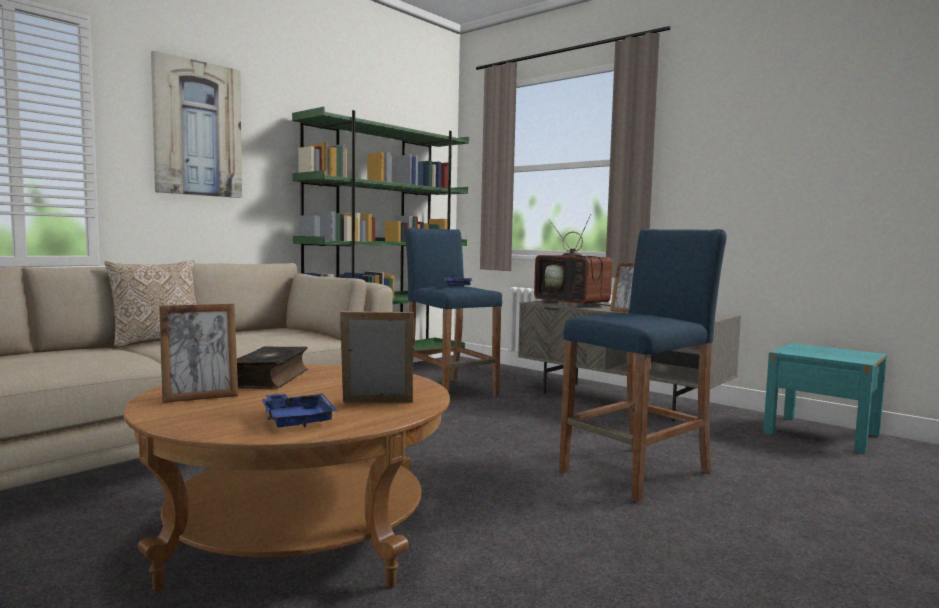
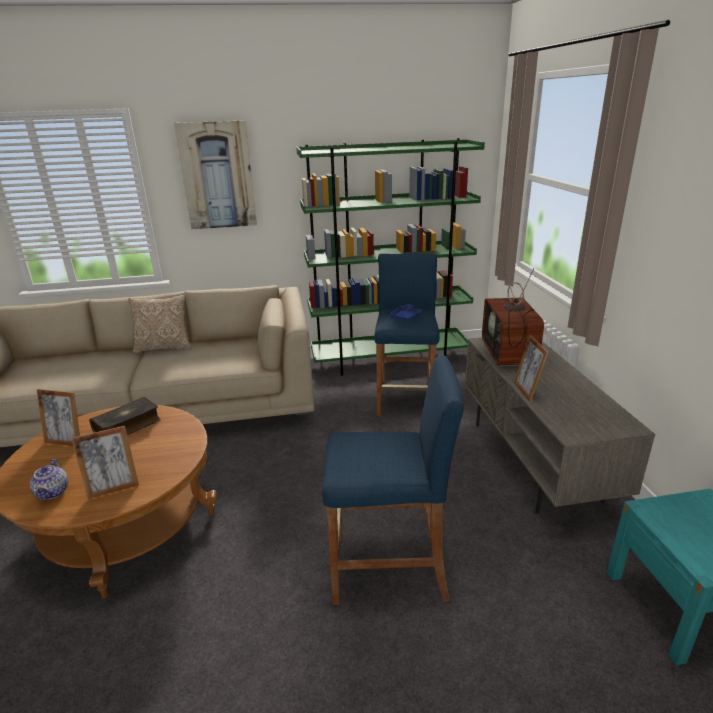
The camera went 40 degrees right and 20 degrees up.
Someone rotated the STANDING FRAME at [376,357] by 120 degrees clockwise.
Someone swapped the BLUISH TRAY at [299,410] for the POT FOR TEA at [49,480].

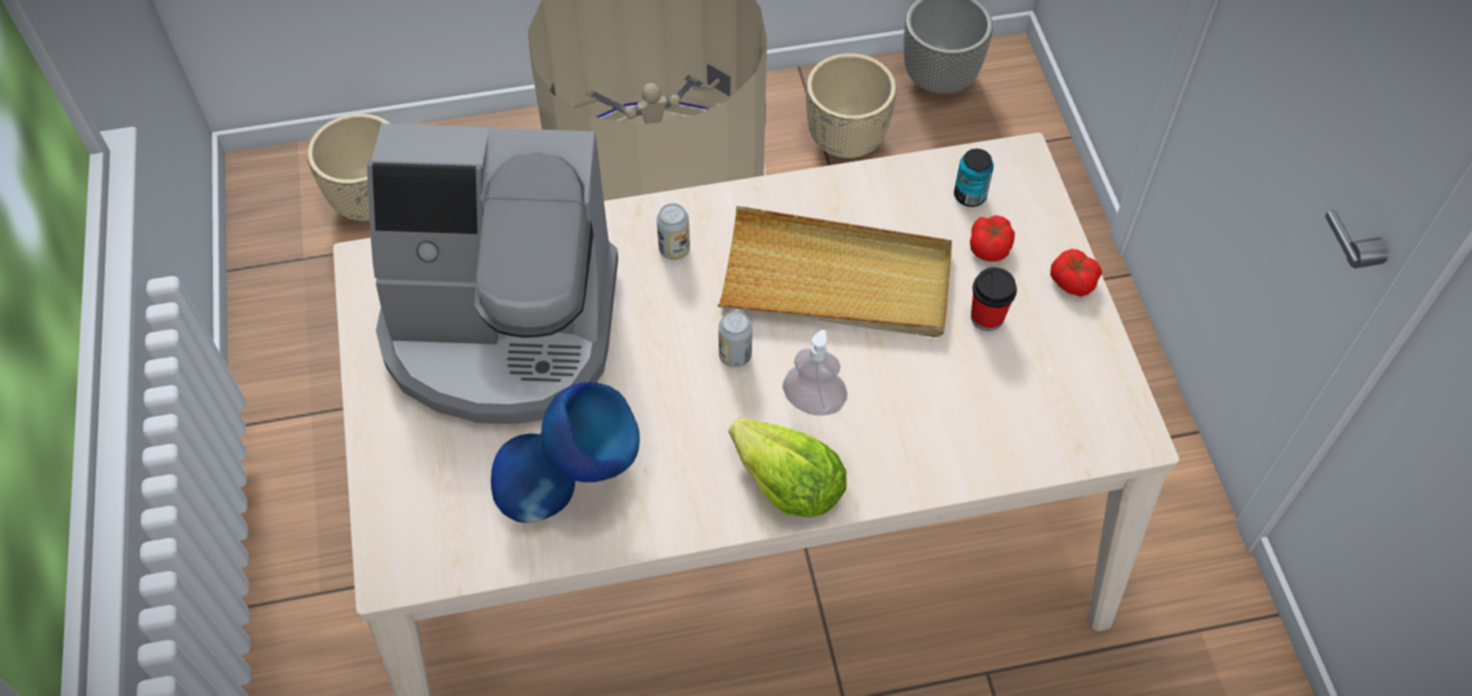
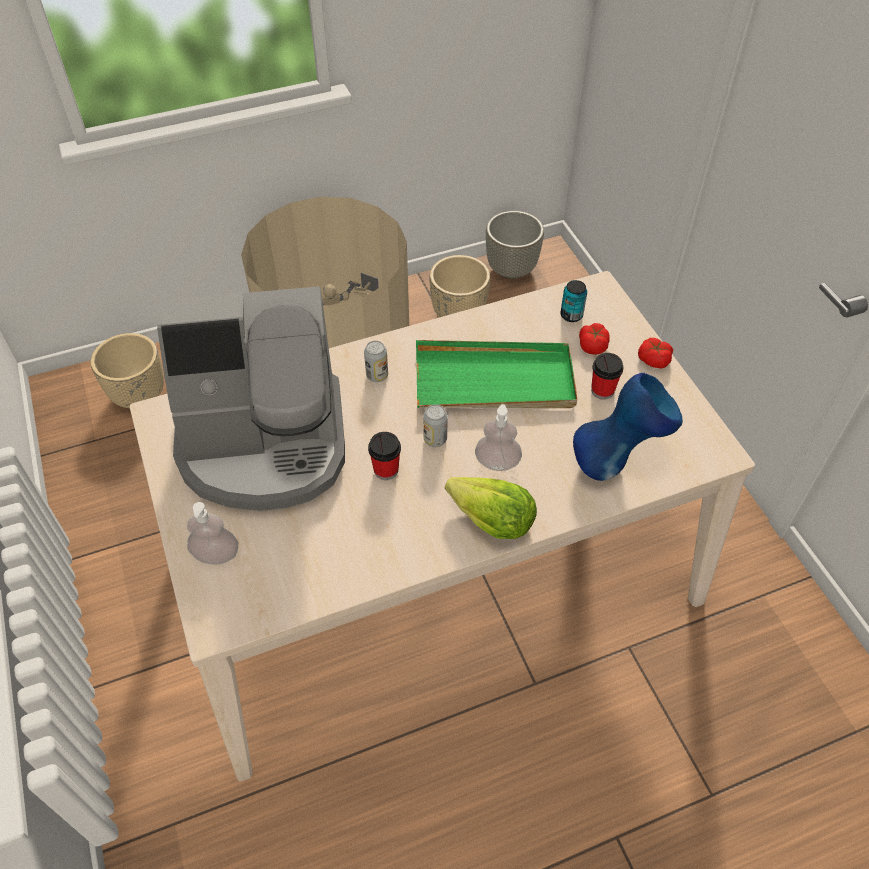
The camera went 10 degrees left and 5 degrees down.
Someone repainted the SAND-COLOURED TRAY at [835,271], which became the GREEN-COLOURED TRAY at [496,374].
Someone carried the BLUISH VASE from [565,452] to [628,427].
Someone put down the SMALL CUP at [384,456].
Someone put down the LIQUID SOAP BOTTLE at [212,533].

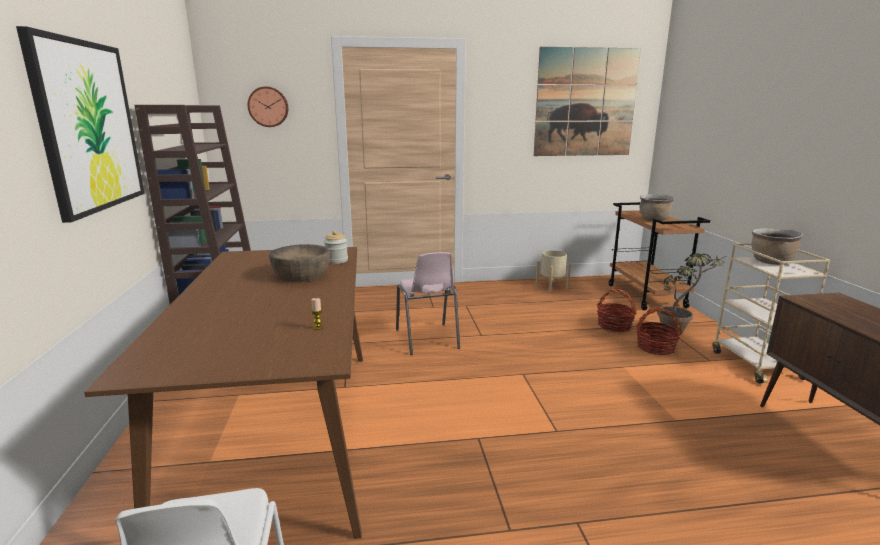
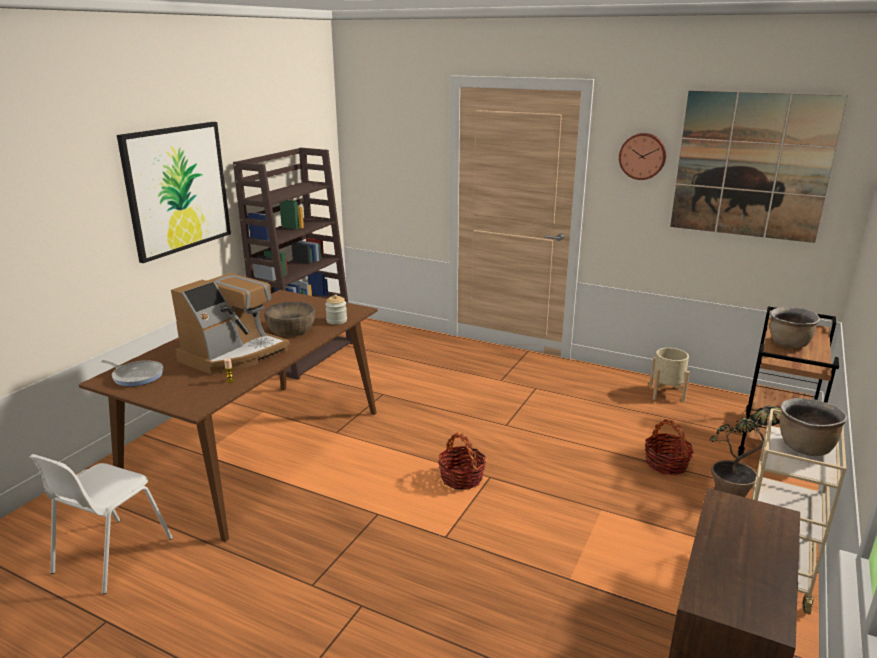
The camera went 35 degrees right and 5 degrees up.
Someone carried the WALL CLOCK from [268,106] to [642,156].
Someone took away the PINKISH PLAIN CHAIR at [428,303].
Someone carried the HOUSEHOLD BASKET from [659,331] to [462,461].
Someone put down the COFFEE MAKER at [230,324].
Someone put down the FRYING PAN at [132,373].

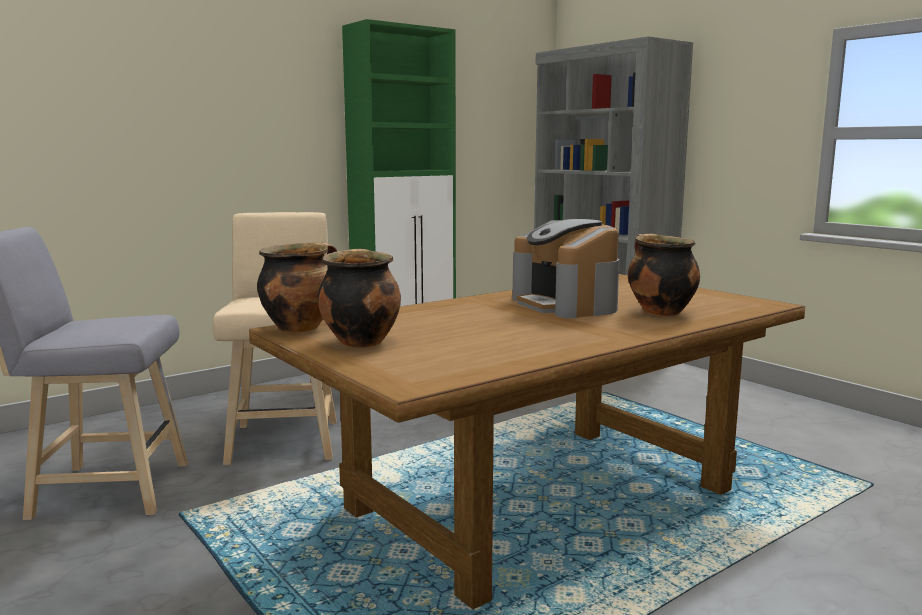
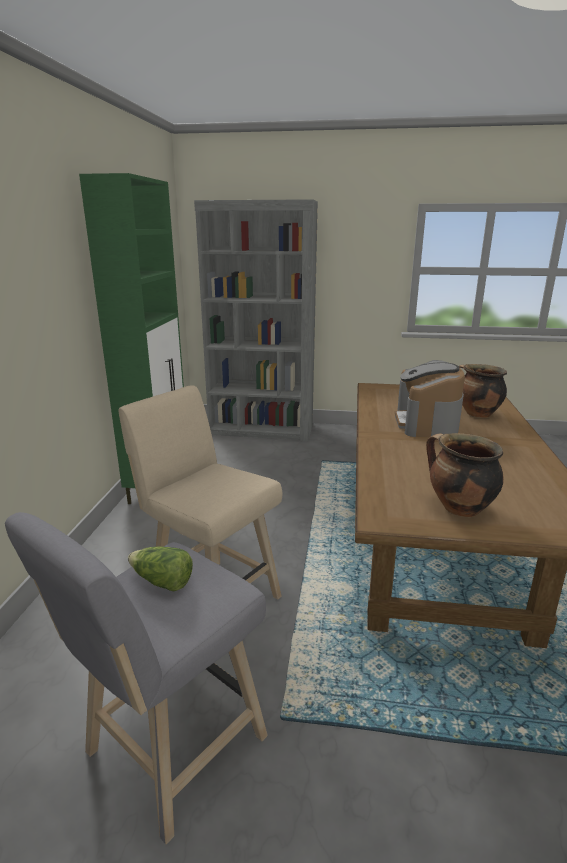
The camera went 45 degrees left and 10 degrees up.
Someone rotated the COFFEE MAKER at [565,268] by 75 degrees clockwise.
Someone took away the COOKING POT at [297,287].
Someone put down the LETTUCE HEAD at [160,568].

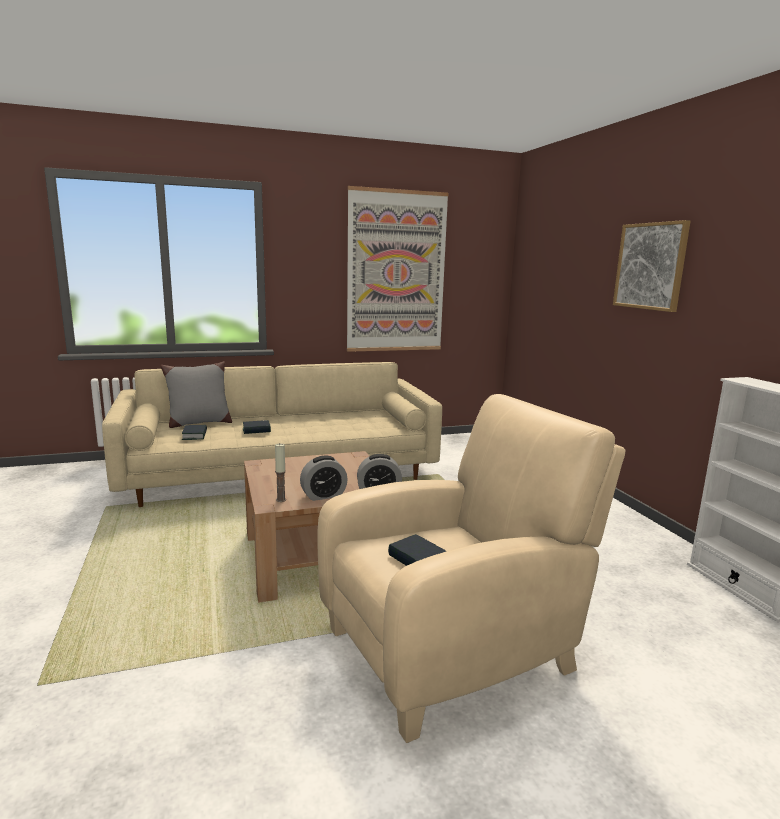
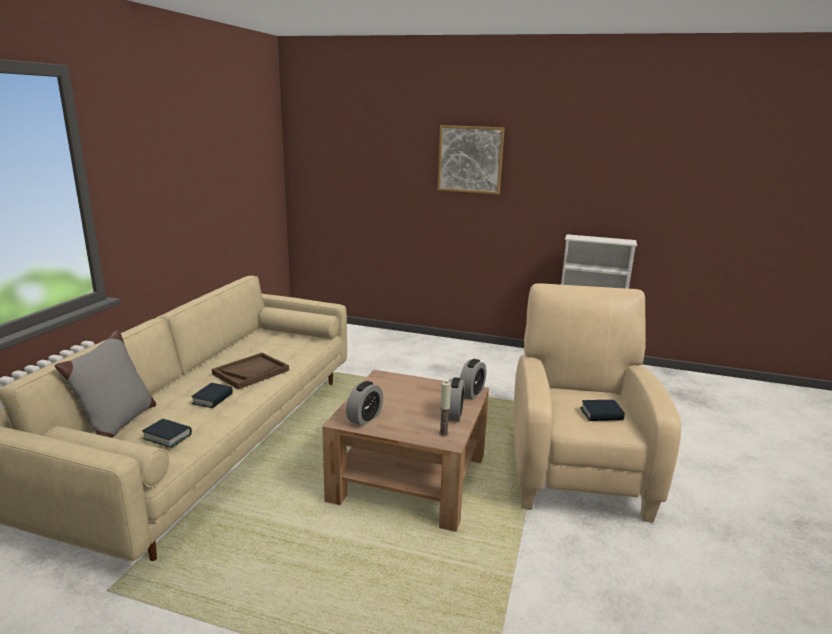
The camera went 55 degrees left and 5 degrees up.
Someone took away the WALL ART at [398,269].
Someone put down the BROWNISH TRAY at [250,371].
Someone put down the ALARM CLOCK at [364,403].

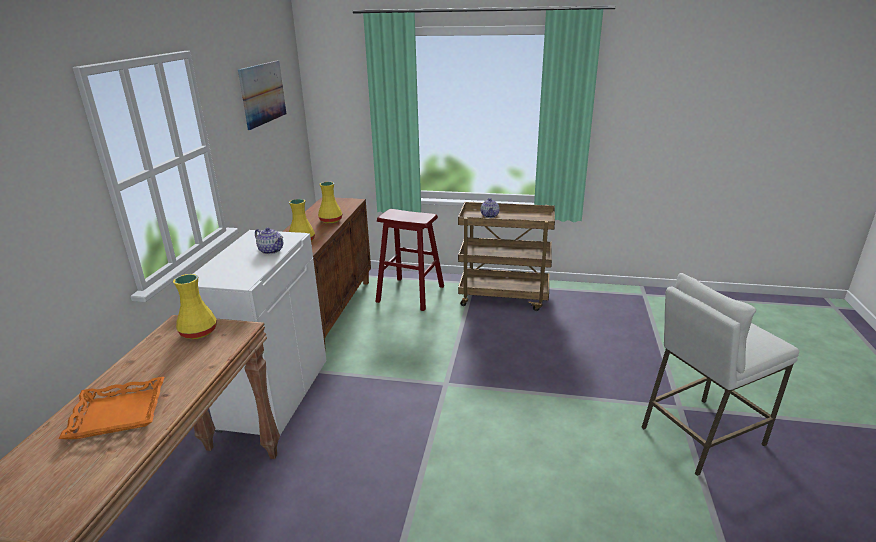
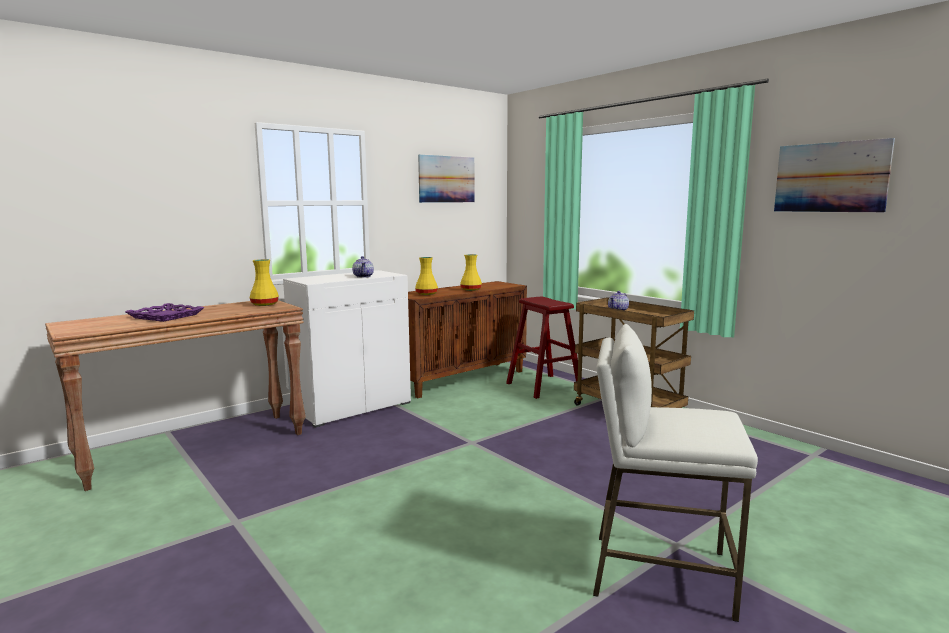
The camera went 40 degrees right and 15 degrees down.
Someone repainted the ORANGEY TRAY at [111,408], which became the PURPLE TRAY at [165,312].
Someone put up the WALL ART at [834,175].

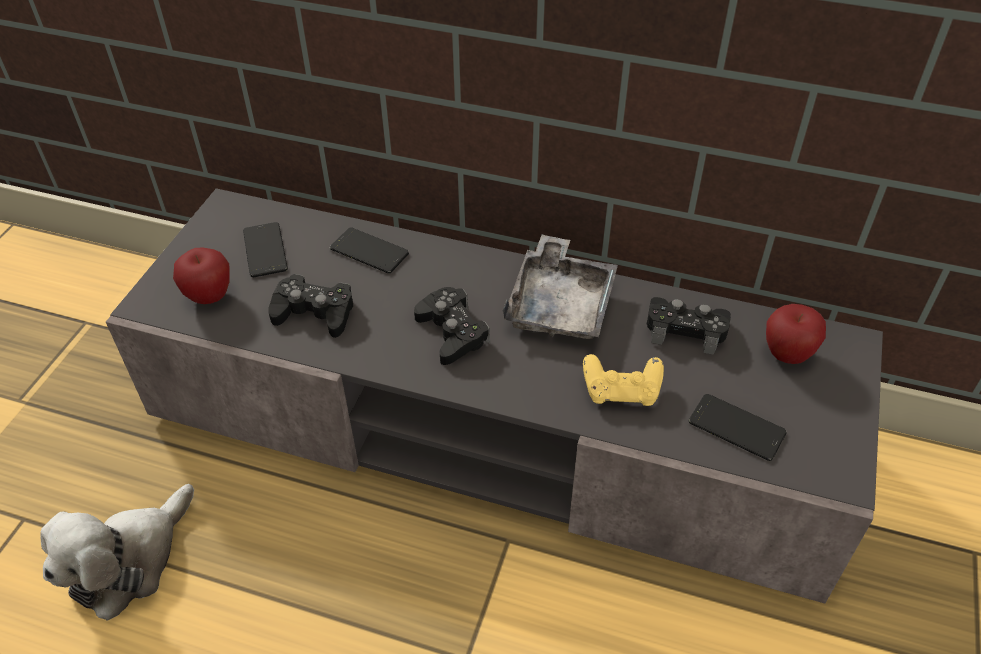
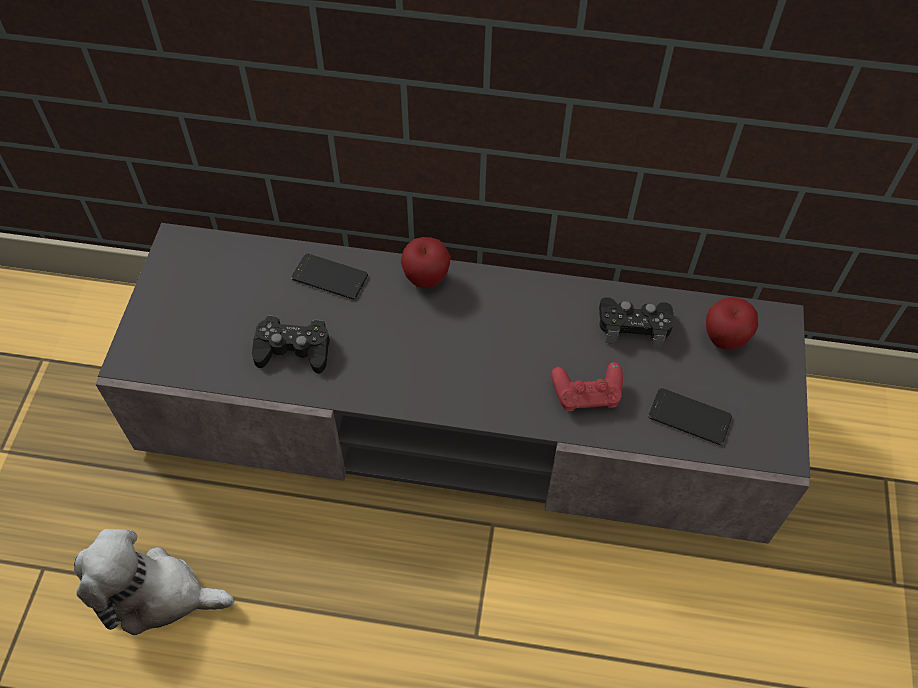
The camera went 10 degrees left and 10 degrees up.
Someone took away the PHONE at [265,249].
Someone took away the GREY TRAY at [560,287].
Someone carried the APPLE FRUIT from [201,275] to [426,262].
Someone took away the BLACK-COLOURED JOYPAD at [452,326].
Someone repainted the YELLOWISH JOYPAD at [623,380], which became the RED JOYPAD at [587,386].
Someone rotated the CUDDLY TOY at [117,552] by 75 degrees clockwise.

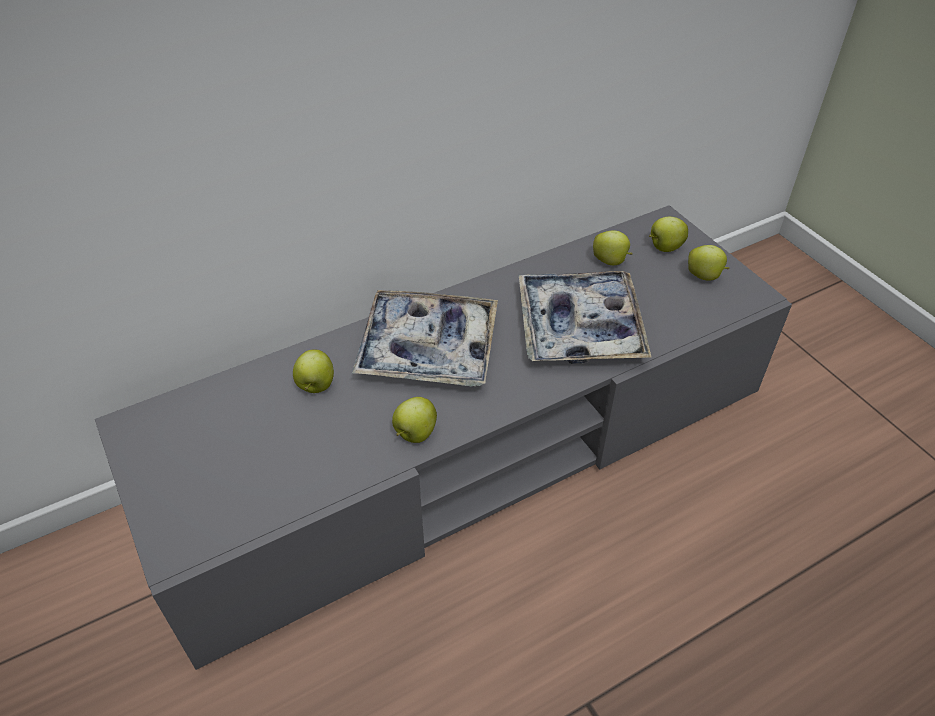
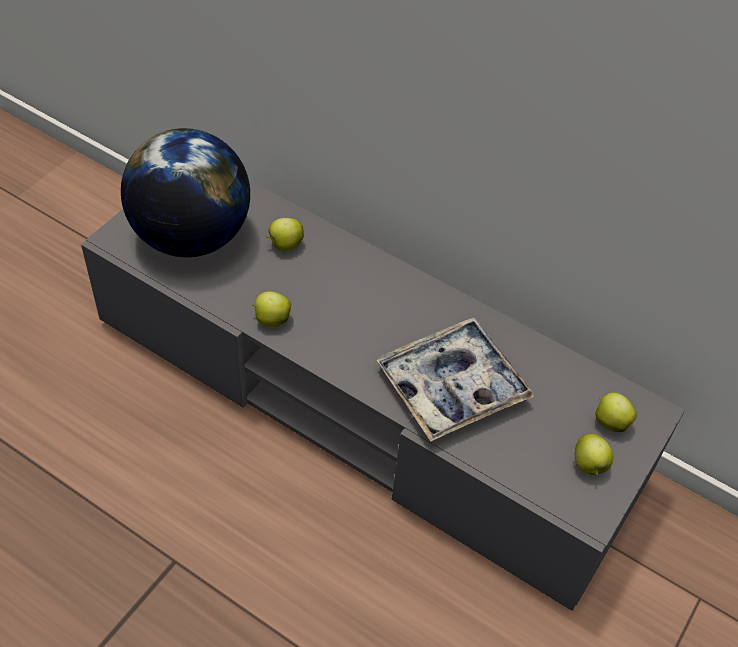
The camera went 60 degrees right and 5 degrees up.
Someone took away the APPLE FRUIT at [613,247].
Someone took away the TRAY at [425,338].
Someone put down the GLOBE at [185,192].

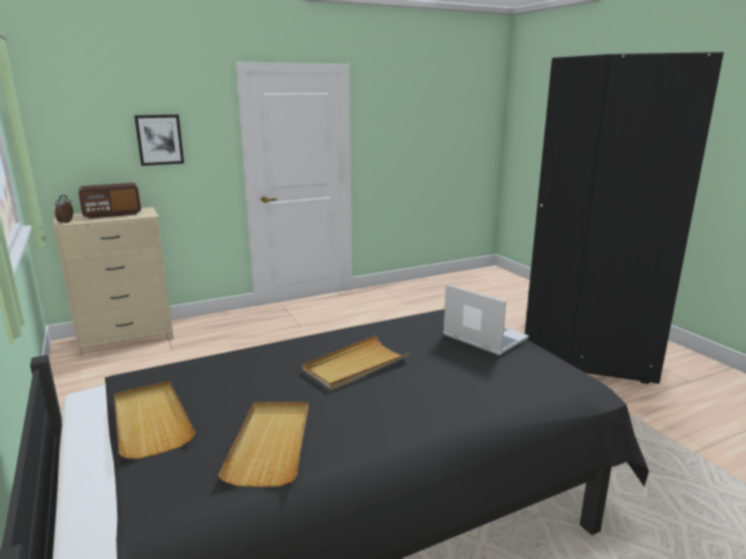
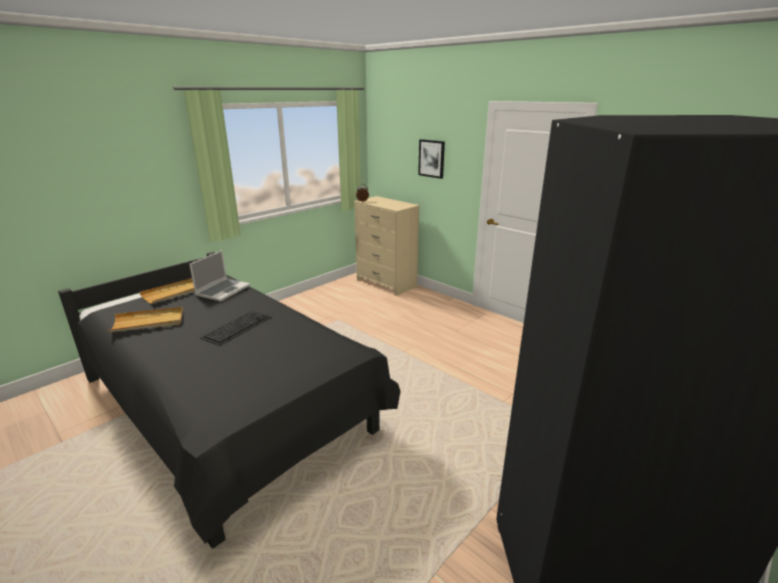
The camera went 70 degrees right and 5 degrees up.
Someone took away the RADIO at [110,201].
Someone carried the NOTEBOOK COMPUTER from [486,319] to [219,276].
Someone swapped the SAND-COLOURED TRAY at [356,362] for the KEYBOARD at [236,328].

